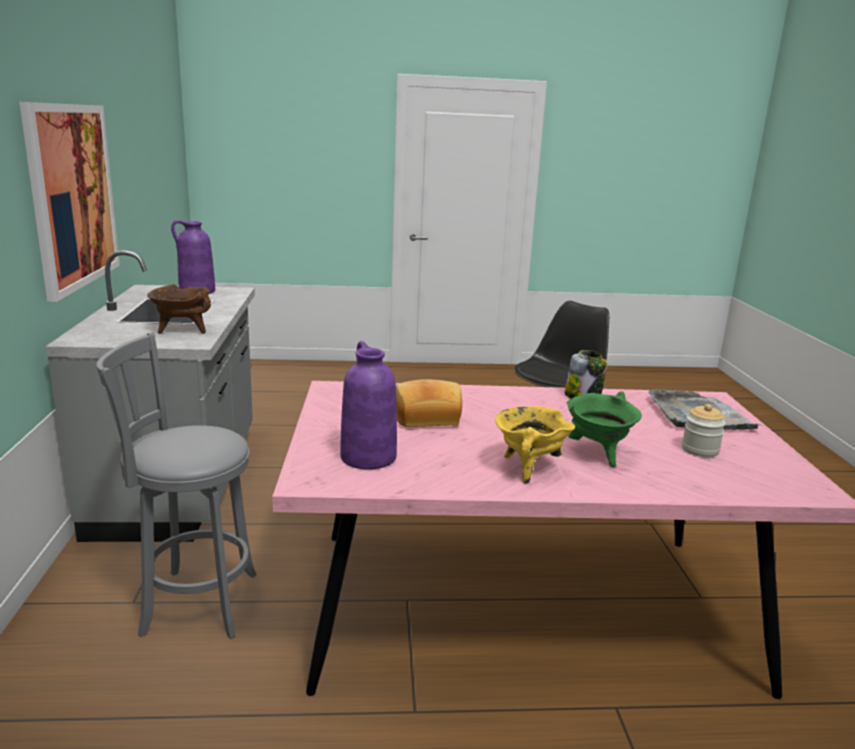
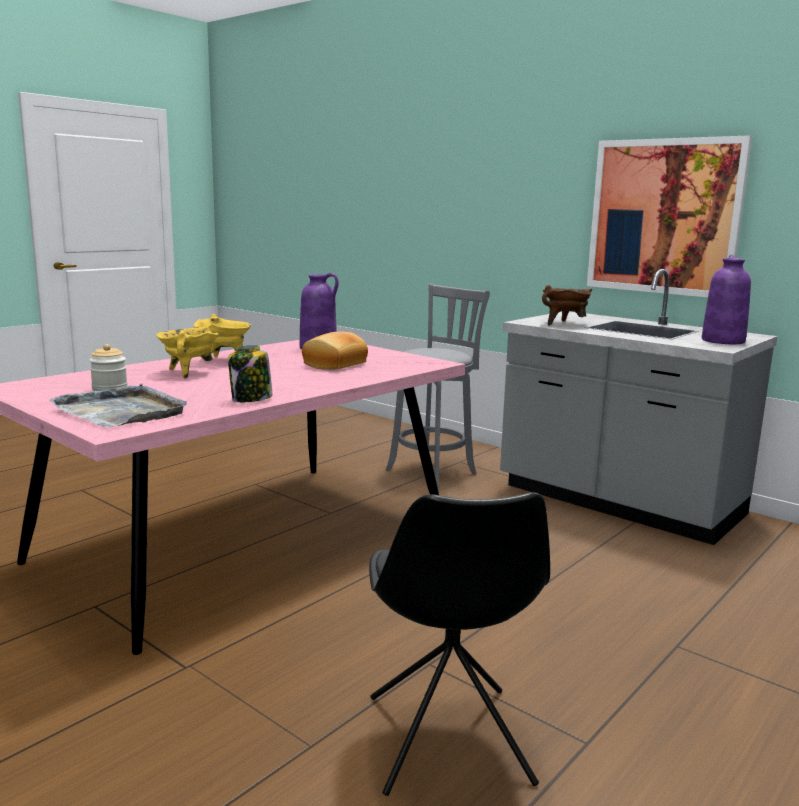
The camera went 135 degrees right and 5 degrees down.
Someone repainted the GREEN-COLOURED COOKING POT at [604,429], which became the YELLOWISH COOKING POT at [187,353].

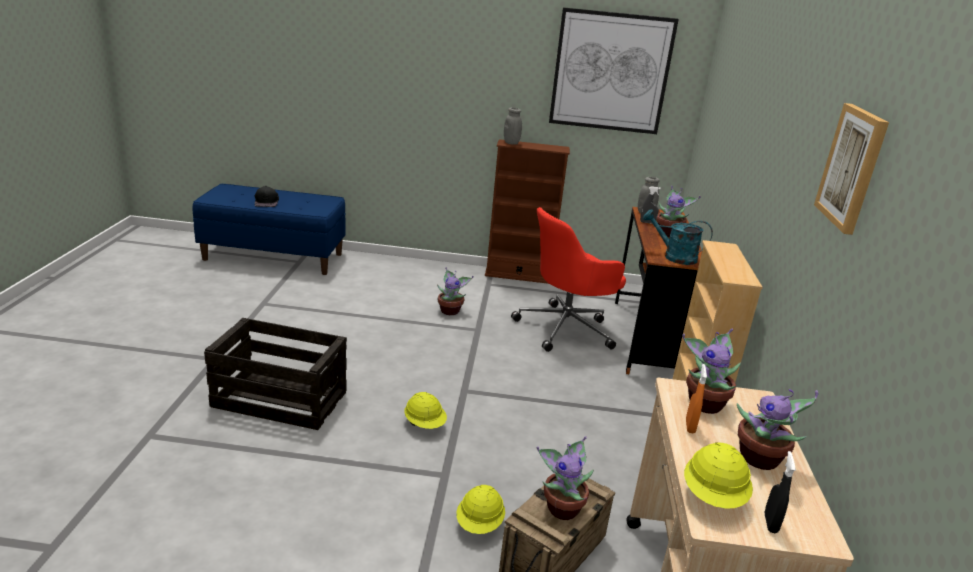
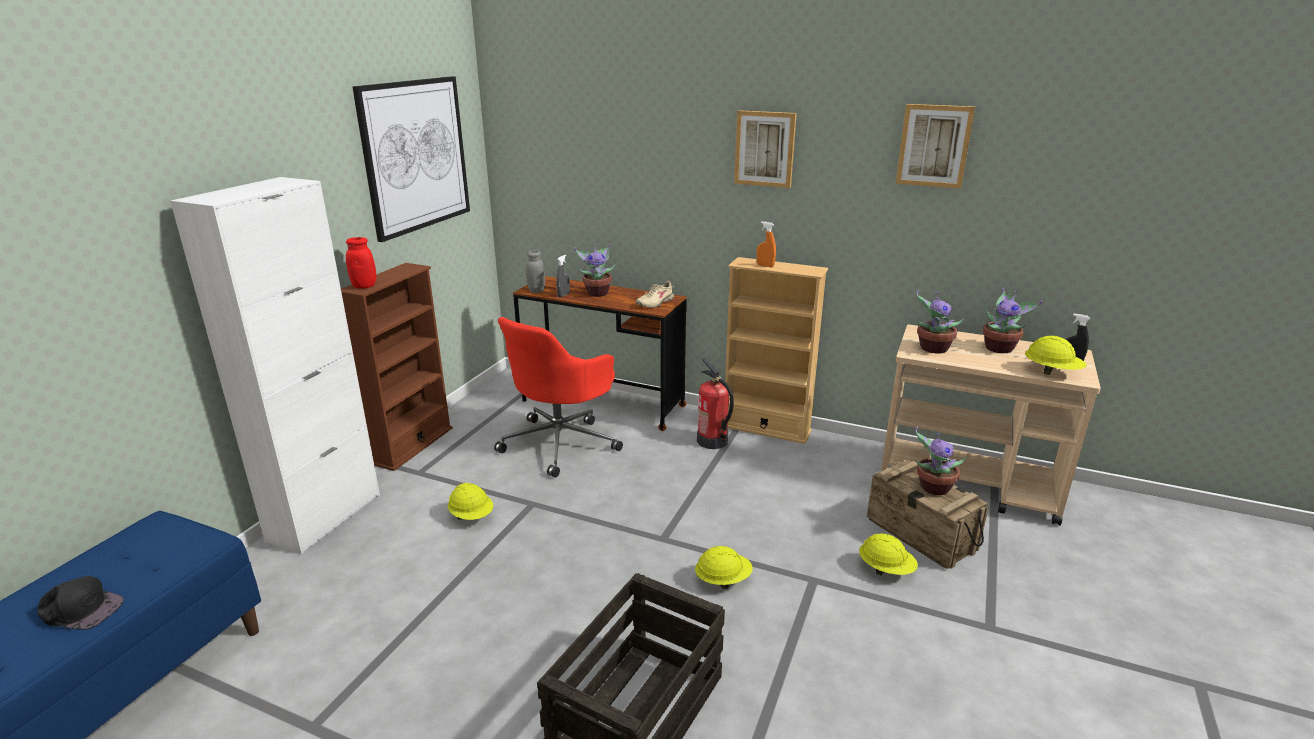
The camera went 70 degrees left and 0 degrees up.
Someone repainted the GREY JAR at [513,126], which became the RED JAR at [361,263].
Someone rotated the RED OFFICE CHAIR at [568,279] by 45 degrees clockwise.
Someone swapped the BLUE-GREEN WATERING POT at [678,237] for the SAND-COLOURED ITEM OF FOOTWEAR at [655,294].
Someone swapped the POTTED PLANT at [455,291] for the YELLOWISH SAFETY HELMET at [470,501].
Someone carried the ORANGEY SPRAY BOTTLE from [696,398] to [766,244].
Someone put up the WALL ART at [765,149].
Someone put down the WHITE CUPBOARD at [275,365].
Someone put down the FIRE EXTINGUISHER at [715,403].

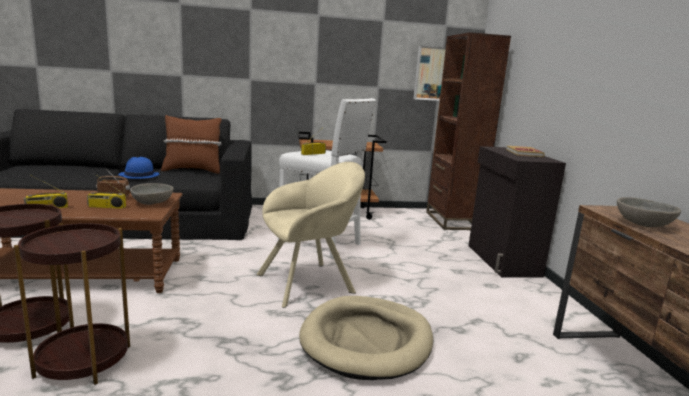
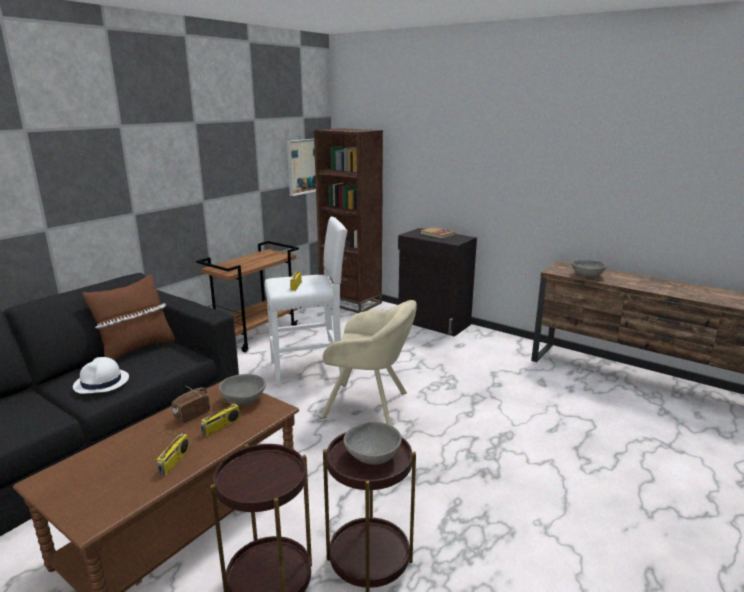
The camera went 45 degrees left and 5 degrees up.
Someone repainted the BLUISH WEARABLE HAT at [138,168], which became the WHITE WEARABLE HAT at [101,375].
Someone rotated the SAND-COLOURED EASY CHAIR at [310,235] by 90 degrees clockwise.
Someone took away the SAND-COLOURED DOG BED at [366,338].
Someone put down the GREY SERVING BOWL at [372,443].

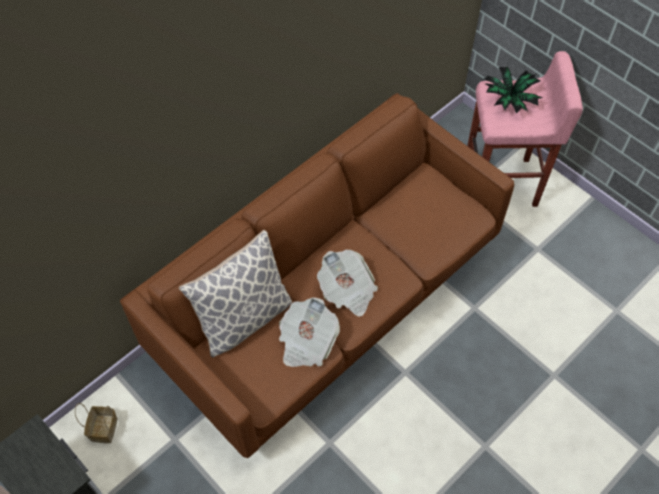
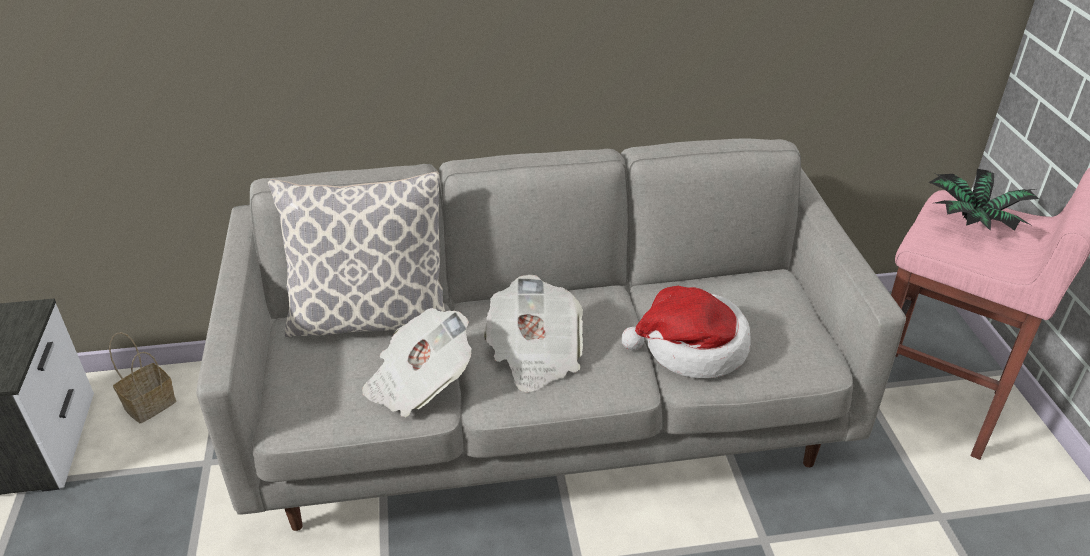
The camera went 35 degrees right and 20 degrees down.
Someone repainted the BROWNISH COUCH at [317,275], which became the GREY COUCH at [551,334].
Someone put down the WEARABLE HAT at [686,332].

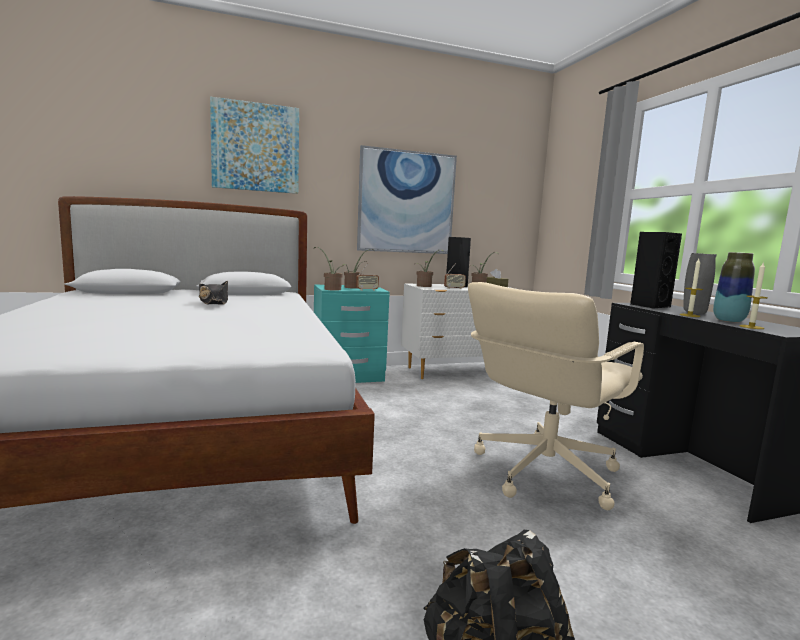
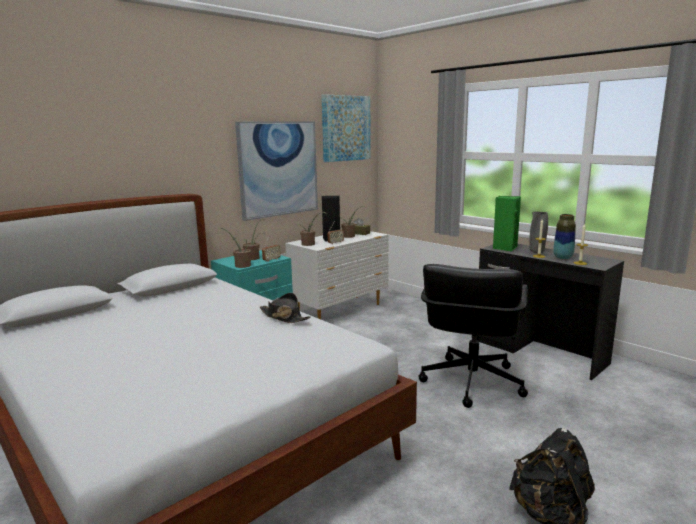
The camera went 25 degrees left and 5 degrees up.
Someone carried the WALL ART from [254,145] to [346,128].
Someone repainted the BLACK-COLOURED SPEAKER at [656,270], which became the GREEN-COLOURED SPEAKER at [507,224].
Someone carried the BLACK-COLOURED WEARABLE HAT from [213,292] to [285,308].
Someone repainted the SAND-COLOURED OFFICE CHAIR at [556,396], which became the BLACK-COLOURED OFFICE CHAIR at [473,336].

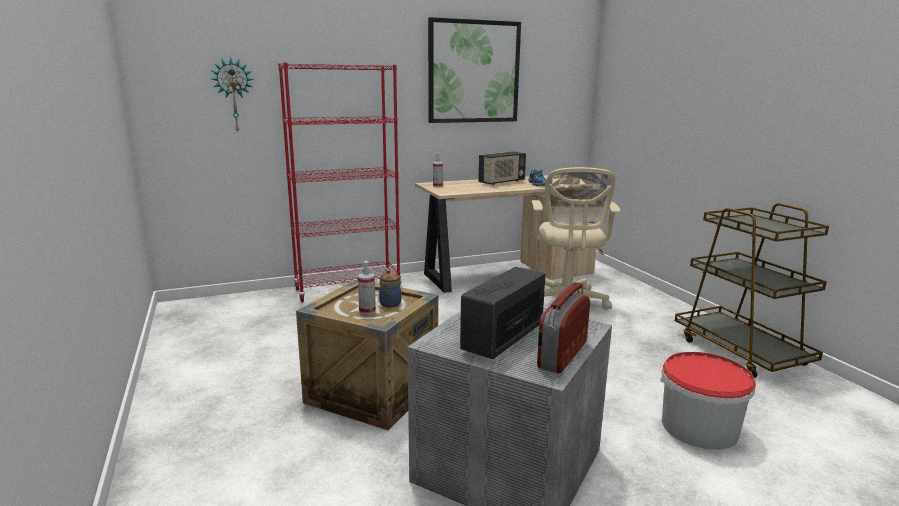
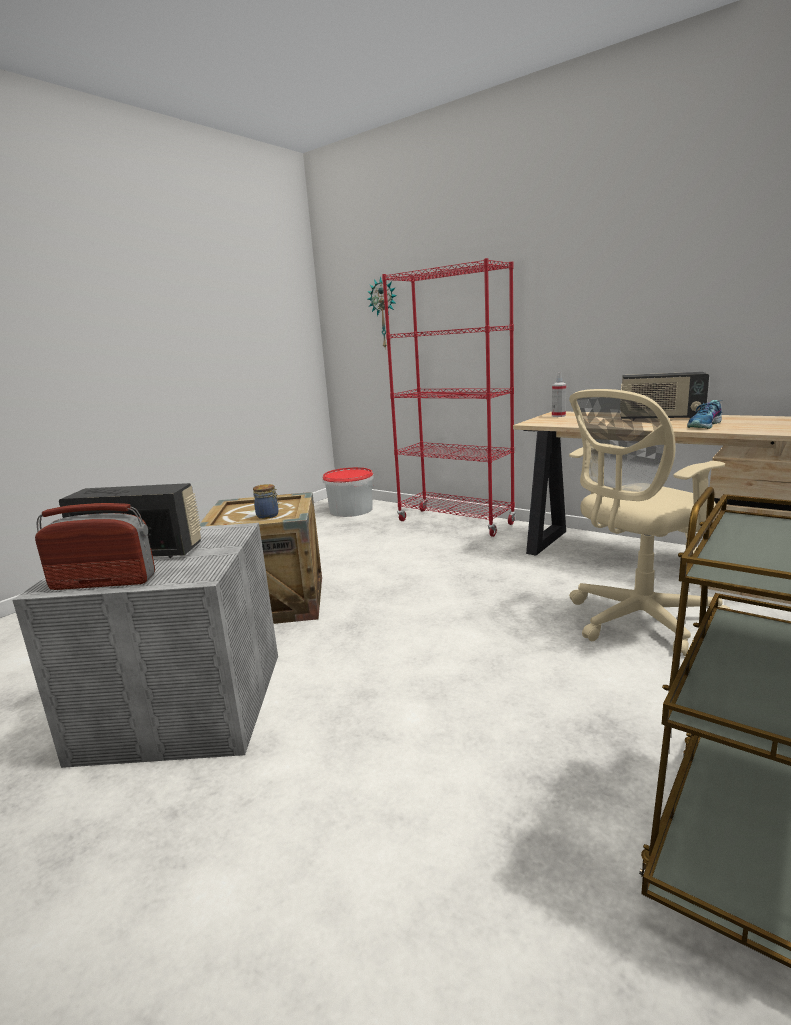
The camera went 60 degrees right and 0 degrees up.
Someone took away the WALL ART at [474,70].
Someone took away the SPRAY BOTTLE at [367,287].
Someone carried the PAIL from [708,401] to [348,492].

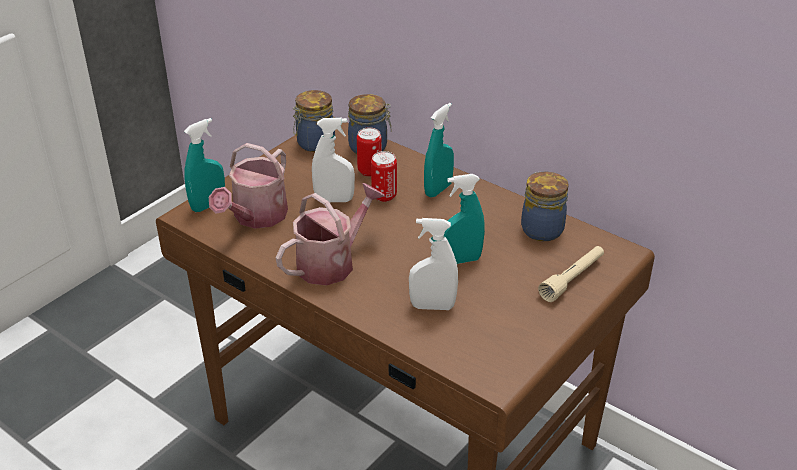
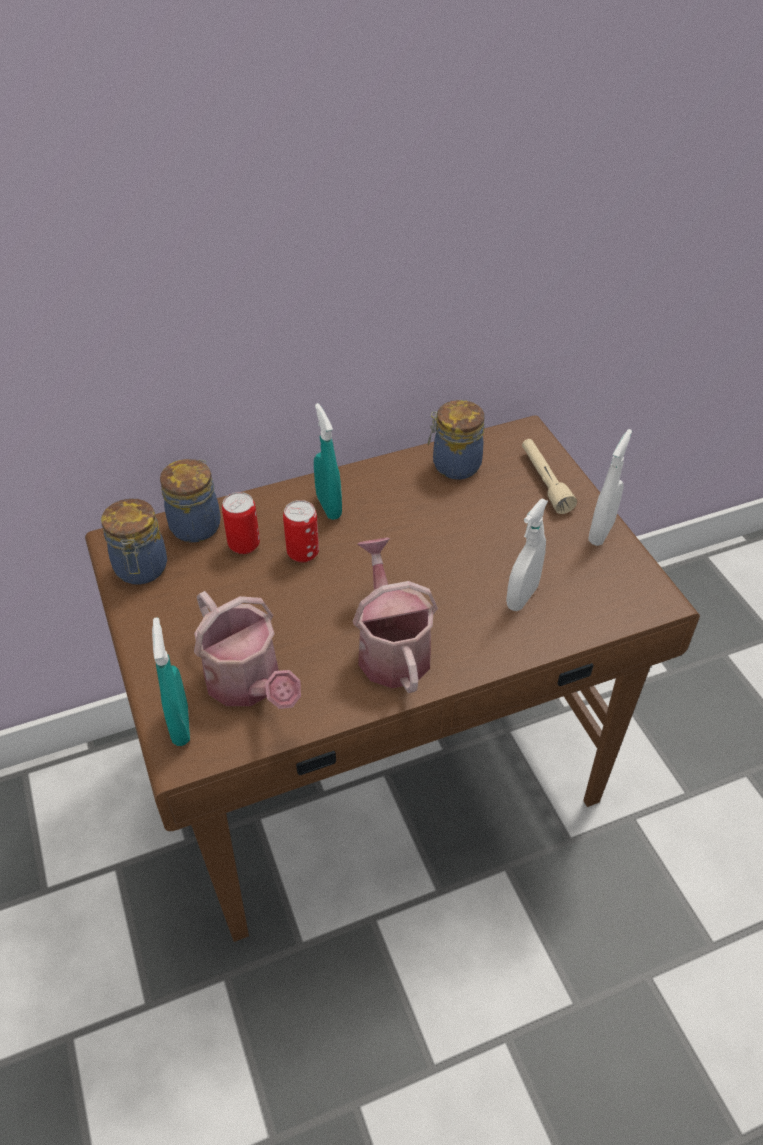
The camera went 60 degrees left and 10 degrees up.
Someone carried the WHITE SPRAY BOTTLE from [333,160] to [610,487].
Someone took away the BLUE-GREEN SPRAY BOTTLE at [464,219].

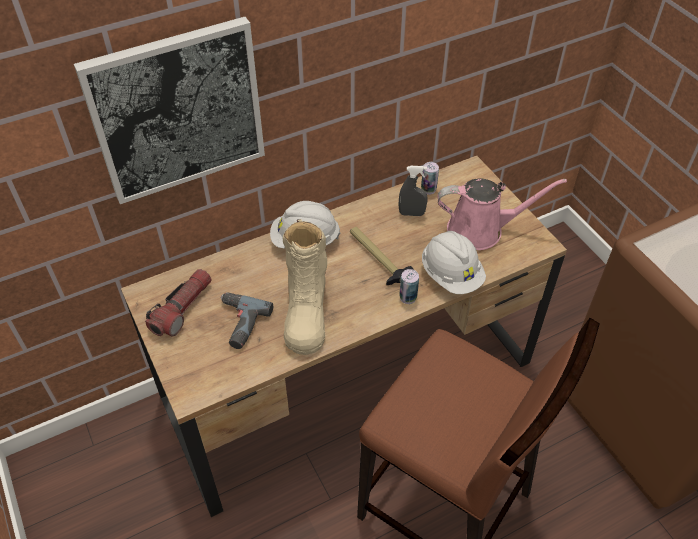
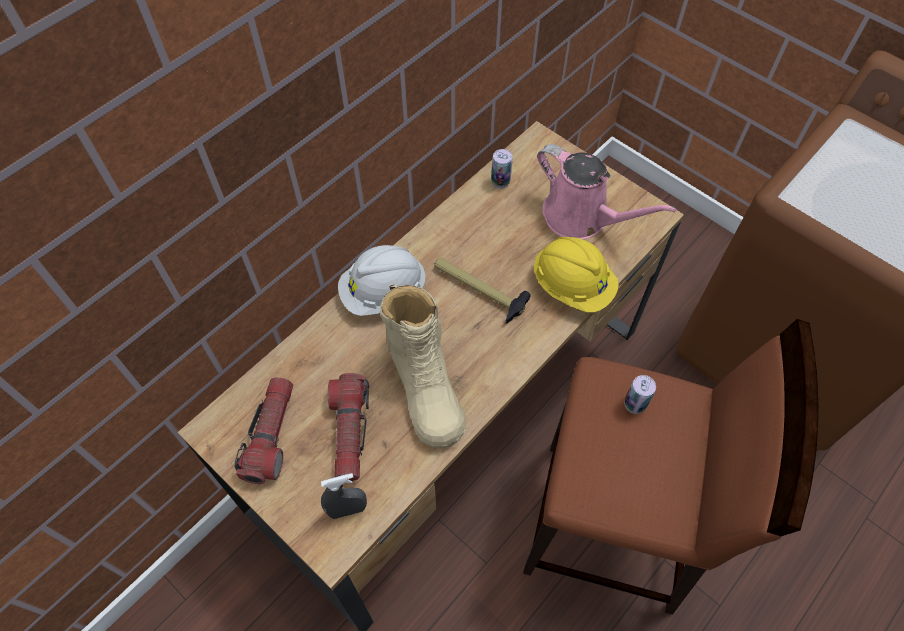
The camera went 20 degrees left and 10 degrees up.
Someone took away the WALL ART at [169,110].
Someone carried the GREY SPRAY BOTTLE from [413,191] to [344,496].
Someone rotated the PINKISH WATERING POT at [502,214] by 60 degrees clockwise.
Someone repainted the WHITE SAFETY HELMET at [454,262], which became the YELLOWISH SAFETY HELMET at [576,274].
Someone carried the CAN from [409,286] to [640,394].
Someone swapped the ELECTRIC DRILL at [246,320] for the HAND TORCH at [348,427].

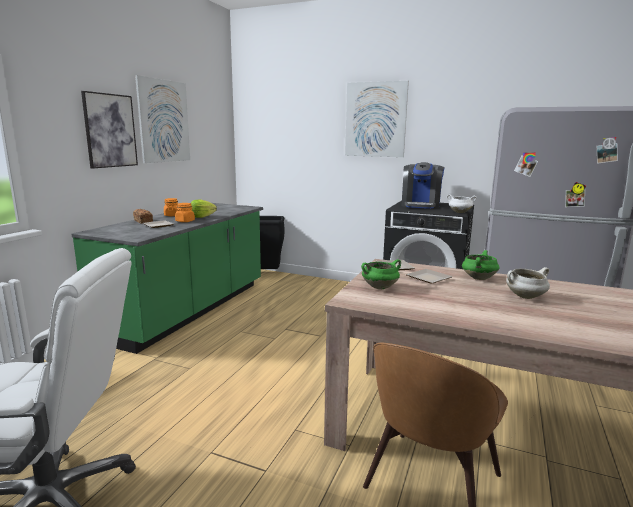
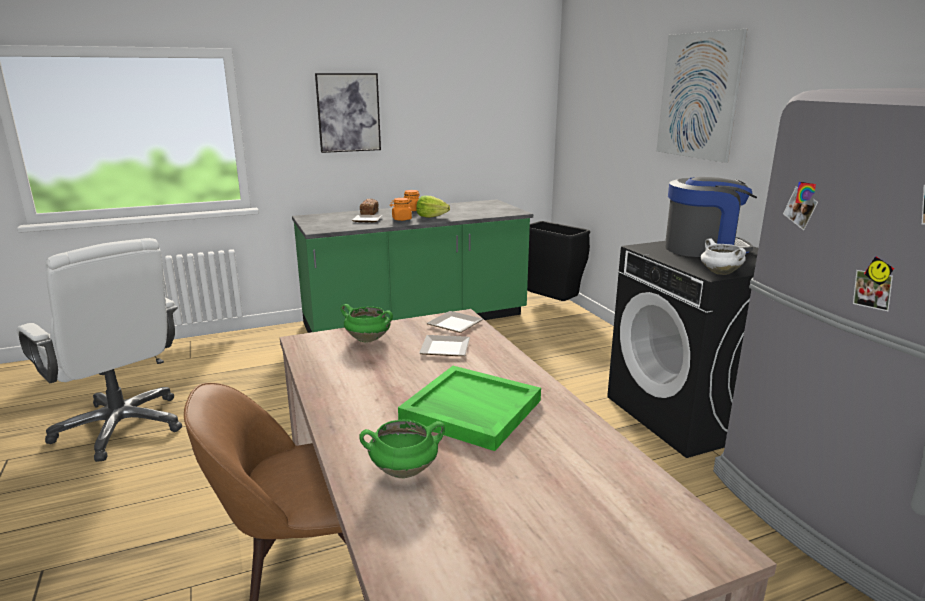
The camera went 45 degrees right and 5 degrees up.
Someone took away the WALL ART at [162,119].
Someone rotated the COFFEE MAKER at [423,185] by 150 degrees counterclockwise.
Someone carried the GREEN-COLOURED COOKING POT from [480,265] to [402,448].
Someone swapped the WHITE COOKING POT at [528,283] for the GREEN-COLOURED TRAY at [469,408].

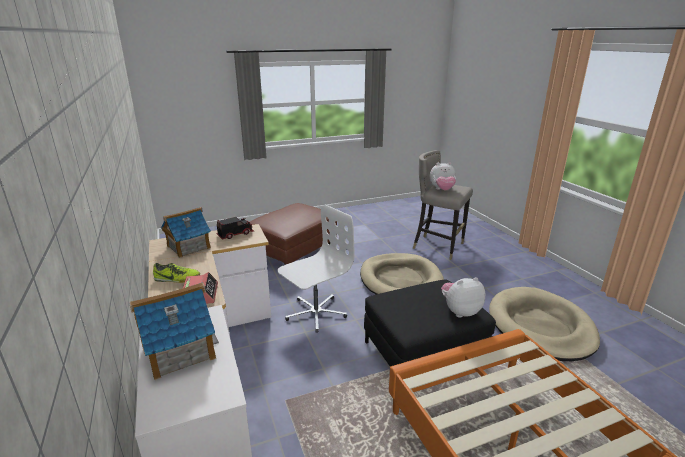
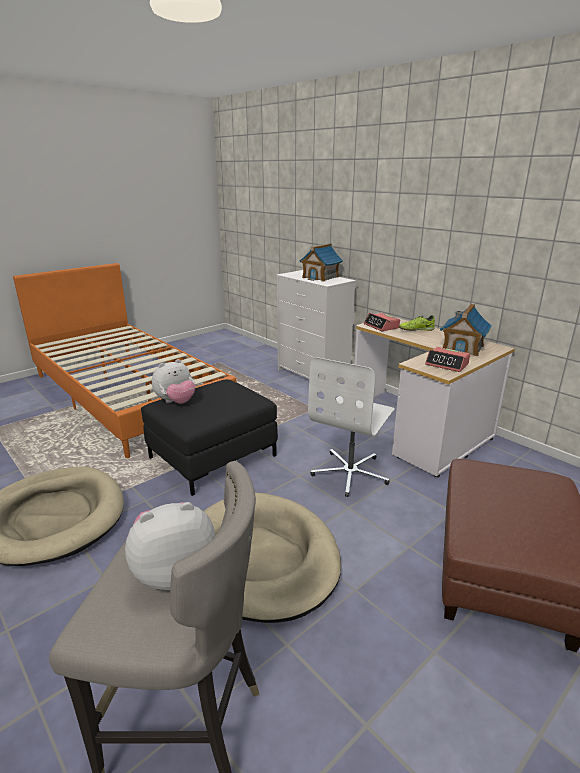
The camera went 160 degrees right and 0 degrees up.
Someone swapped the MODEL TRUCK at [235,228] for the ALARM CLOCK at [447,359].

